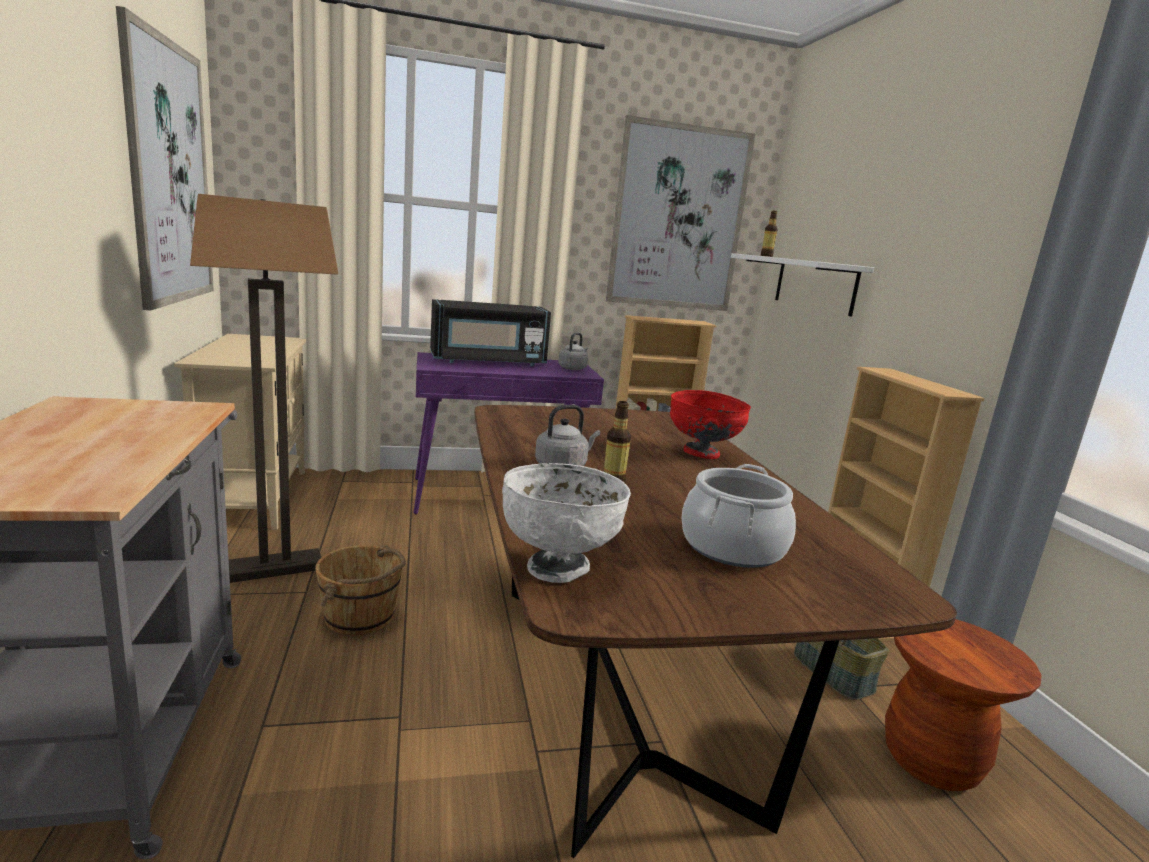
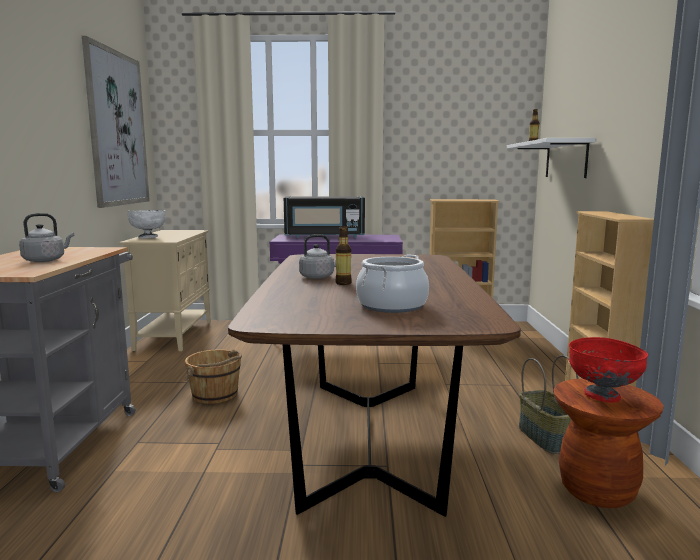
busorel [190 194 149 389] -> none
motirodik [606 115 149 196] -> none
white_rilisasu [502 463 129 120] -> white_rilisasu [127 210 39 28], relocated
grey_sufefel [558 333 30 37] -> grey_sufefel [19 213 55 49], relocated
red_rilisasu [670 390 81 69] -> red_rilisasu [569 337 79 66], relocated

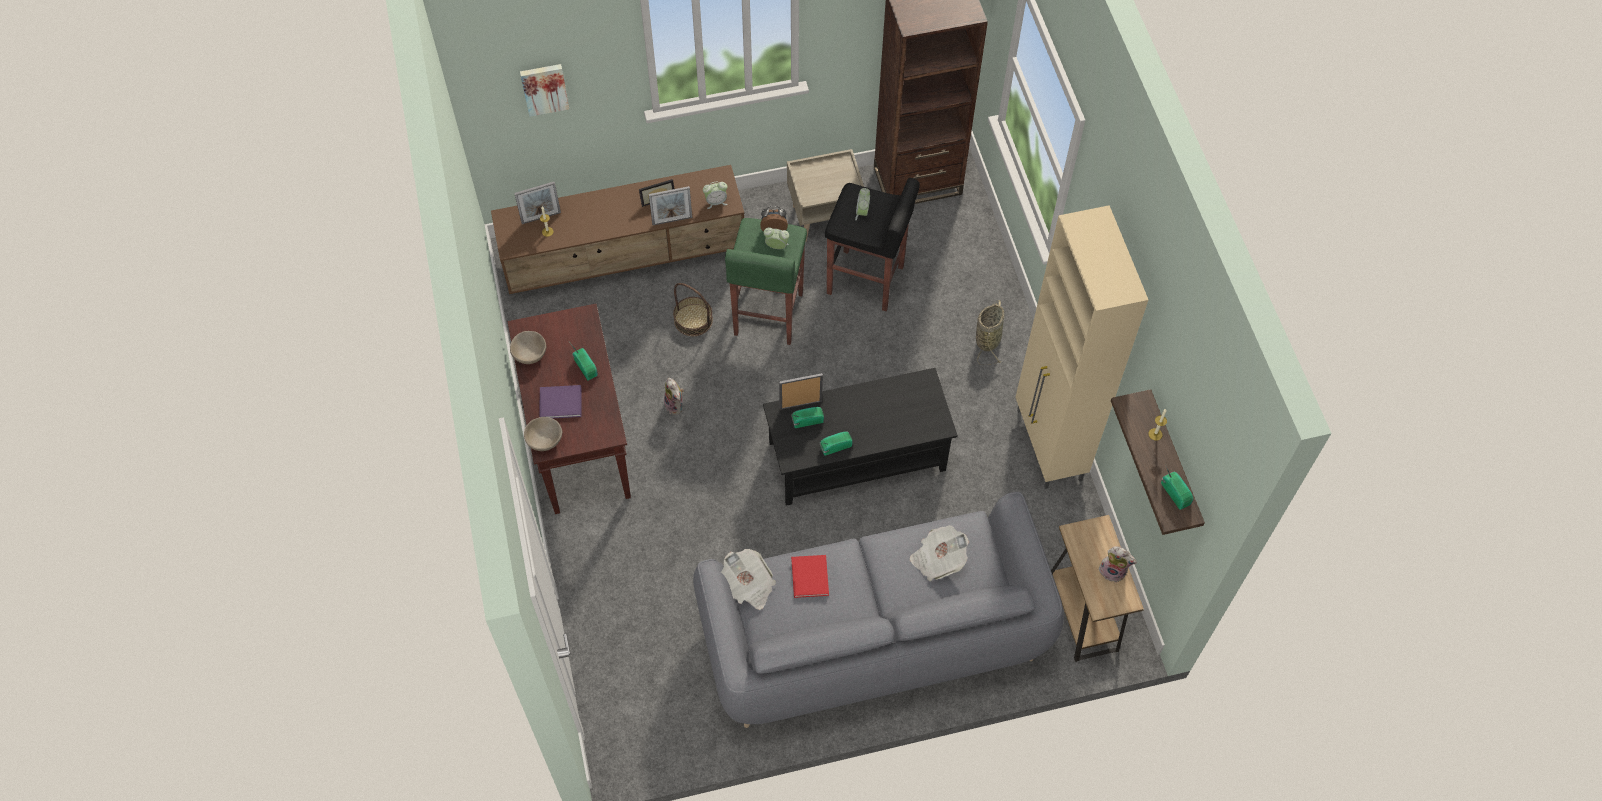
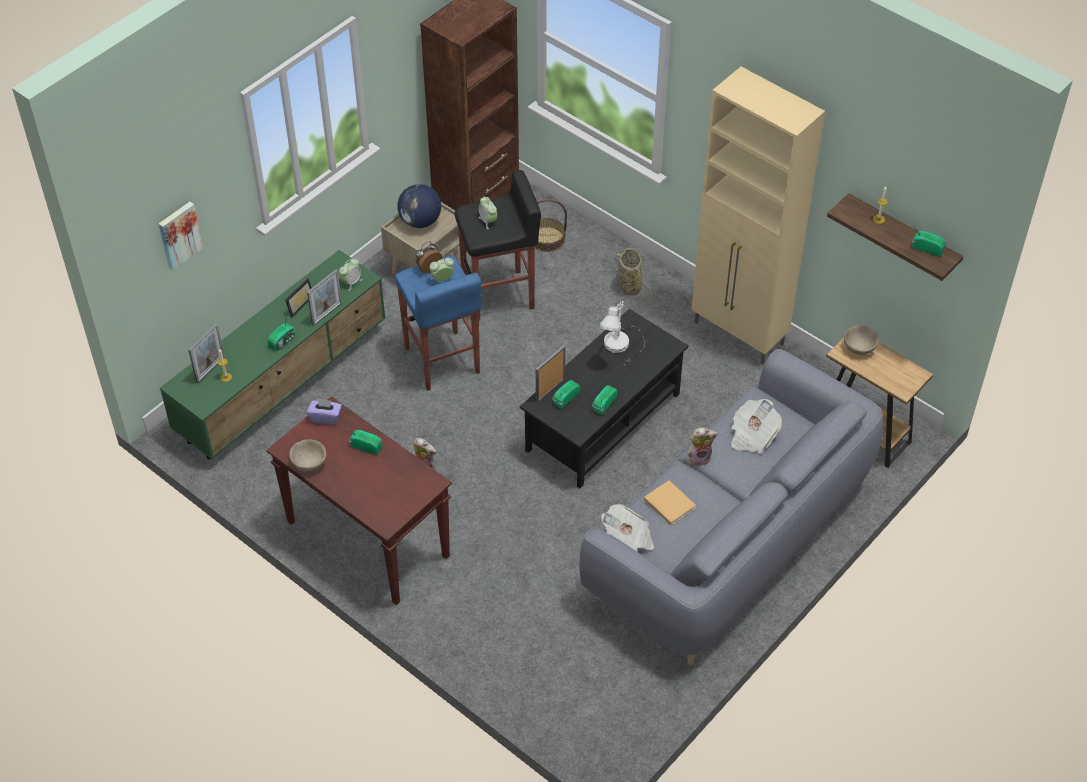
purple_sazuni [539 385 42 33] -> none
none -> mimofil [267 317 28 34]
none -> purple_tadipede [307 398 35 27]
none -> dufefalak [398 184 43 44]
none -> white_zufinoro [600 299 45 67]
beige_rilisasu [524 417 38 34] -> beige_rilisasu [844 325 35 30], relocated
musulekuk [673 283 40 53] -> musulekuk [535 199 32 53], relocated
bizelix [1099 546 38 37] -> bizelix [686 428 32 39], relocated
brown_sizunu [491 165 253 129] -> green_sizunu [160 250 226 209]
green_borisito [725 218 82 127] -> blue_borisito [395 256 86 135]
red_sazuni [791 555 38 43] -> beige_sazuni [644 480 52 45]

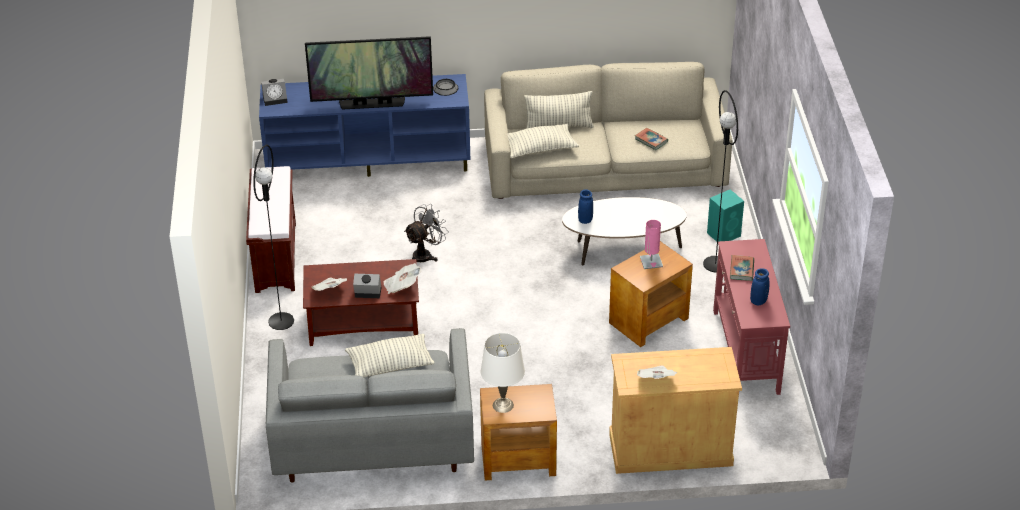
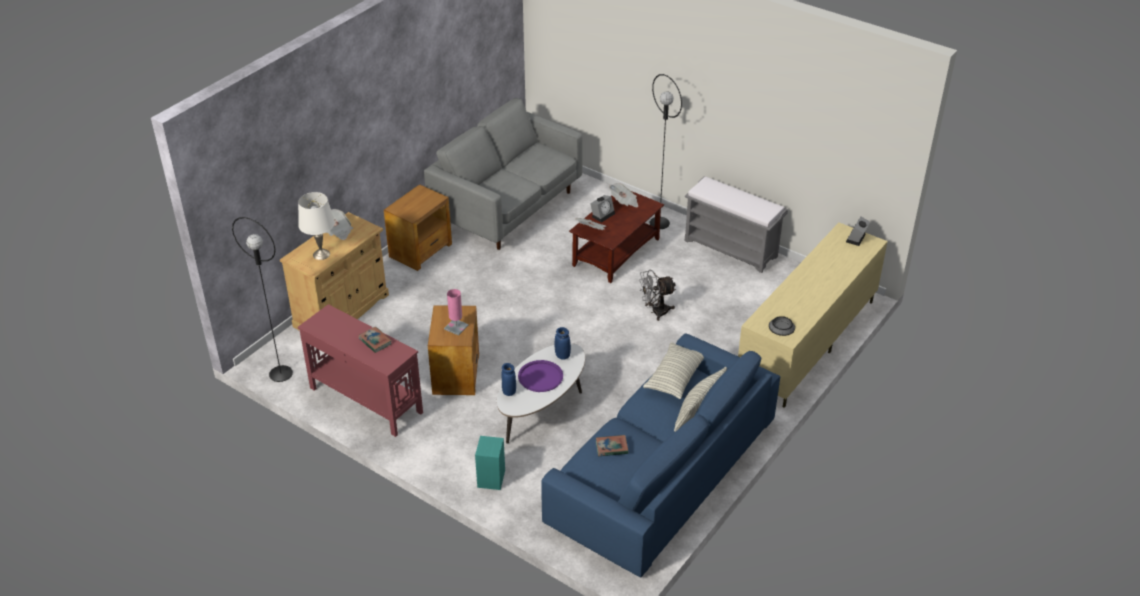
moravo [305 36 128 74] -> none
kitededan [345 334 89 43] -> none
none -> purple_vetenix [518 360 45 32]
white_zufinoro [481 333 44 80] -> white_zufinoro [298 192 37 68], relocated
black_busorel [703 90 35 182] -> black_busorel [232 217 61 165], relocated
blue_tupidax [750 268 19 38] -> blue_tupidax [501 363 15 33], relocated
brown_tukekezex [246 166 50 127] -> grey_tukekezex [685 176 103 97]
blue_sizunu [259 74 211 103] -> beige_sizunu [738 223 150 185]
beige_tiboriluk [484 62 248 137] -> blue_tiboriluk [541 333 239 244]
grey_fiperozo [404 204 45 58] -> grey_fiperozo [639 269 37 52], 75 degrees clockwise

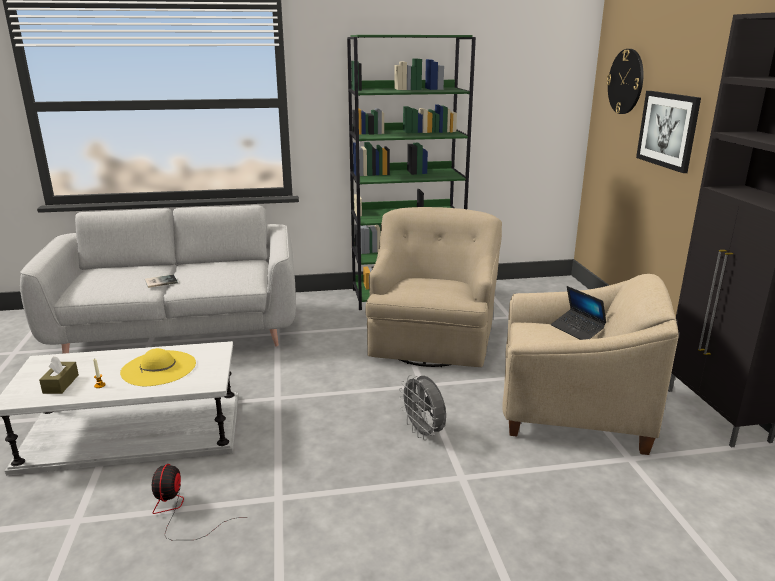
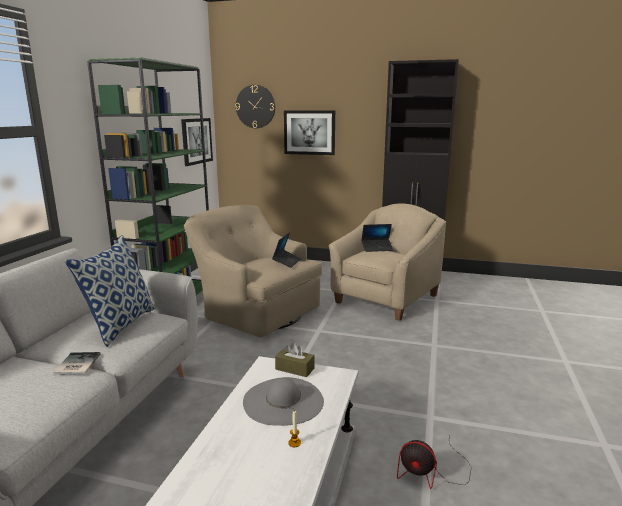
grey_fiperozo [399 375 47 65] -> none
none -> kitededan [65 235 91 112]
none -> motirodik [181 118 32 48]
none -> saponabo [272 232 29 36]
brown_tadipede [39 357 40 37] -> brown_tadipede [275 343 40 34], relocated
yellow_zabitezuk [120 348 76 38] -> grey_zabitezuk [243 377 81 49]

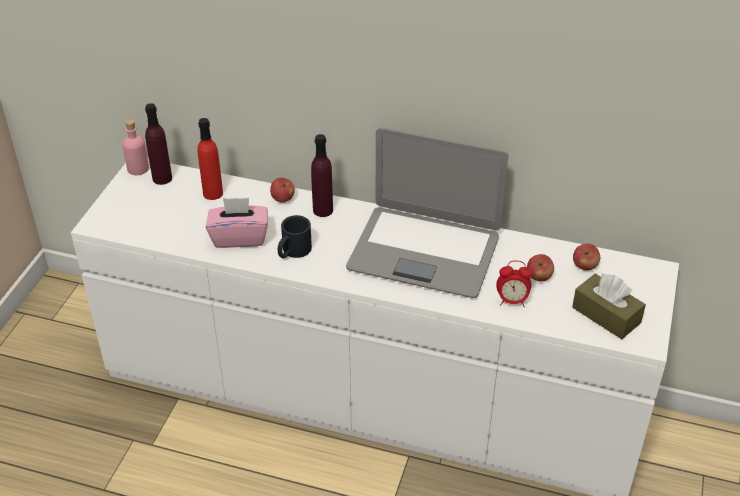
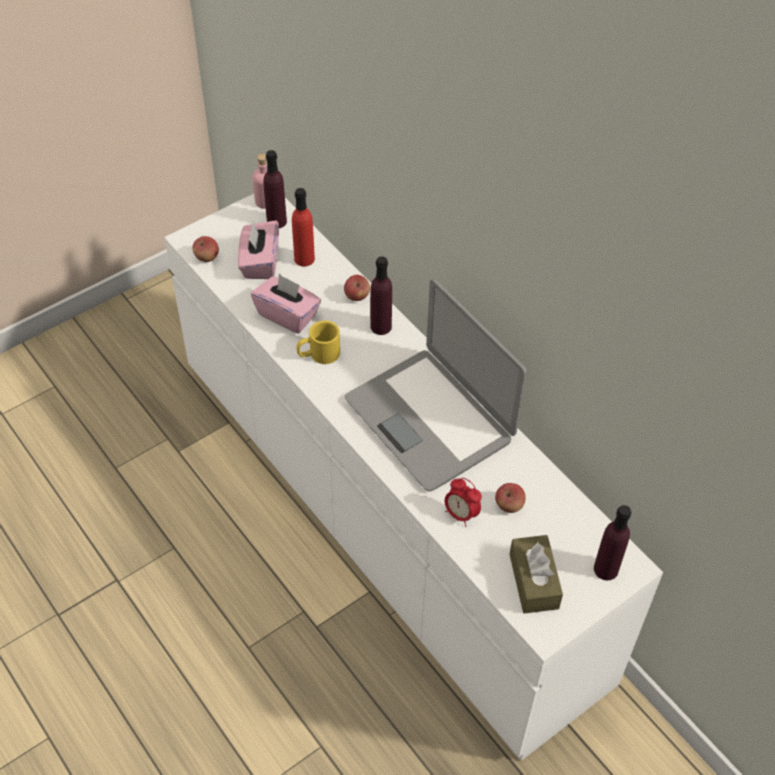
none -> pink_tadipede [238 220 41 59]
none -> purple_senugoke [594 505 37 75]
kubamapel [573 243 27 27] -> kubamapel [192 236 27 26], relocated
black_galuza [278 215 34 43] -> yellow_galuza [296 320 44 44]

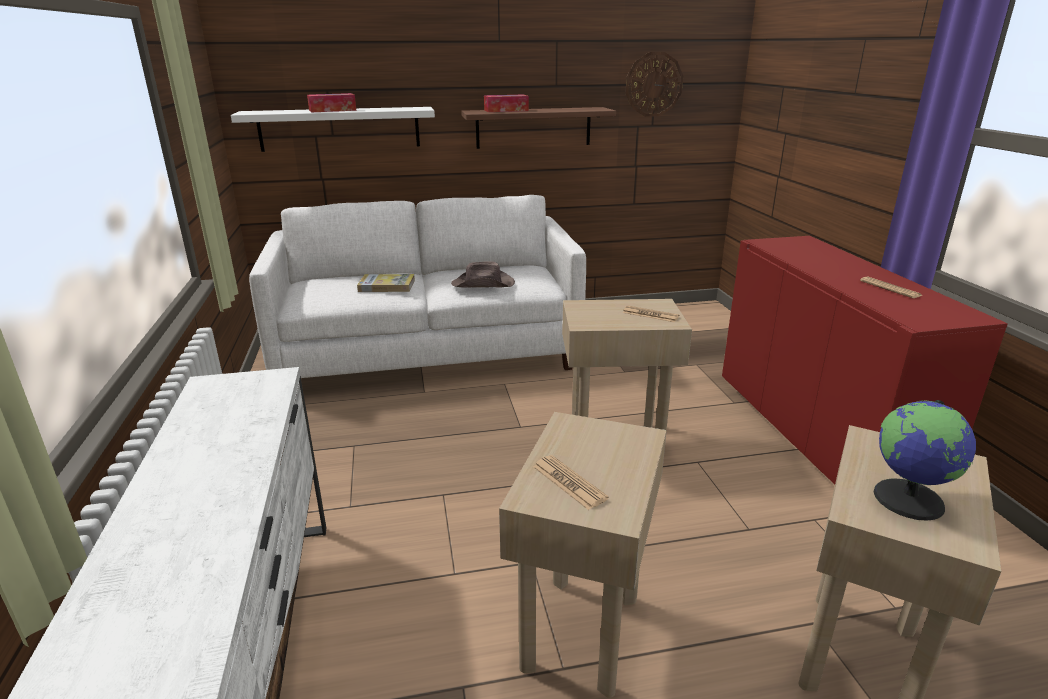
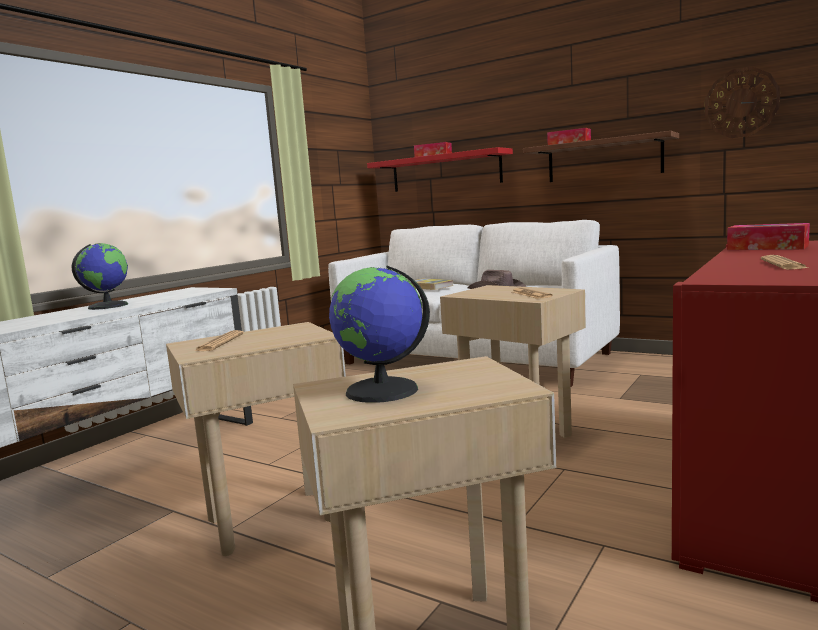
none -> dufefalak [71 243 57 67]
none -> tadipede [727 223 83 27]
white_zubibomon [231 107 204 45] -> red_zubibomon [367 147 146 45]

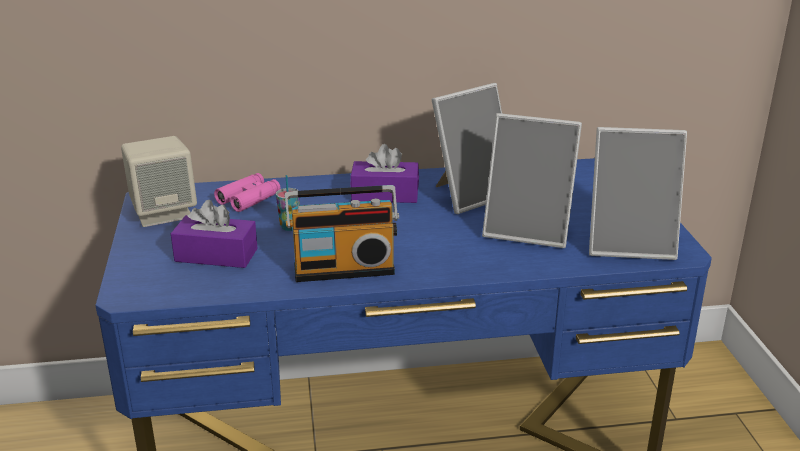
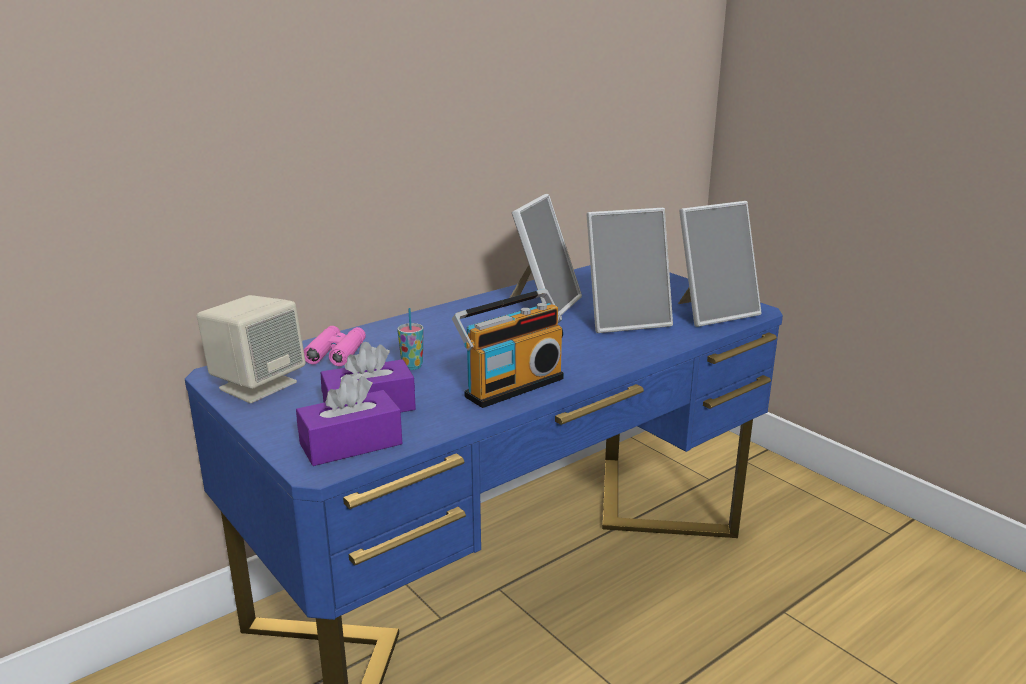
purple_tadipede [350 144 69 59] -> purple_tadipede [296 374 106 92], relocated

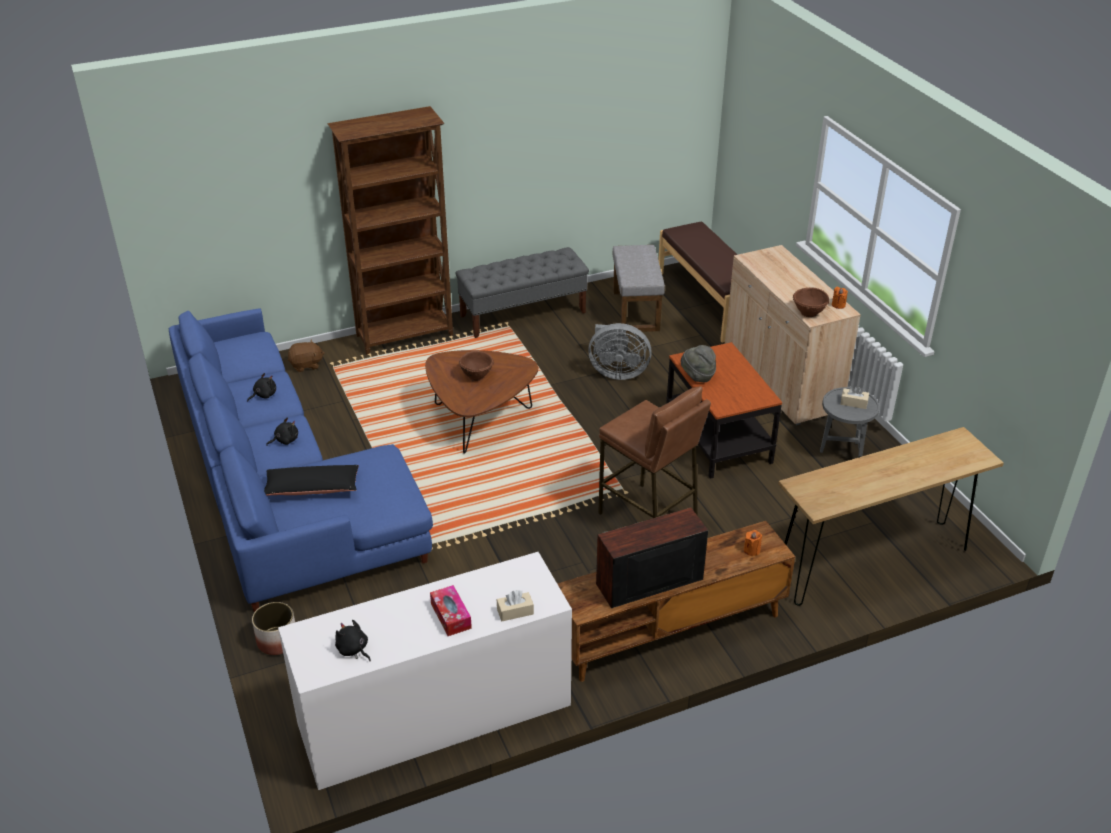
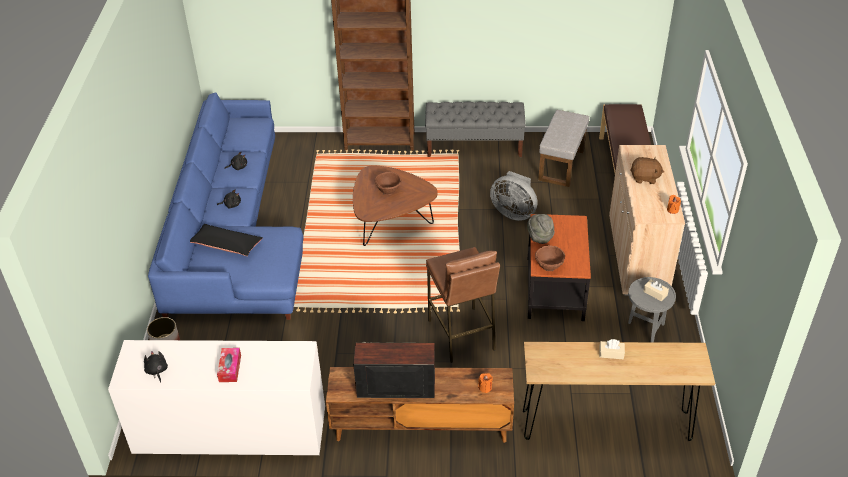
brown_bizelix [288 339 37 33] -> brown_bizelix [631 157 33 27], relocated
beige_tadipede [497 590 37 31] -> beige_tadipede [599 339 26 20], relocated
brown_rilisasu [793 287 37 30] -> brown_rilisasu [535 245 30 26], relocated

